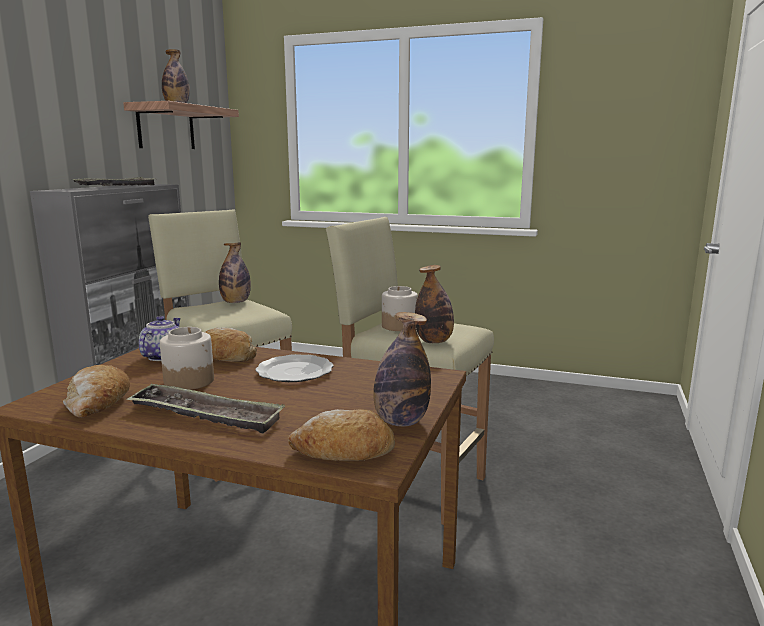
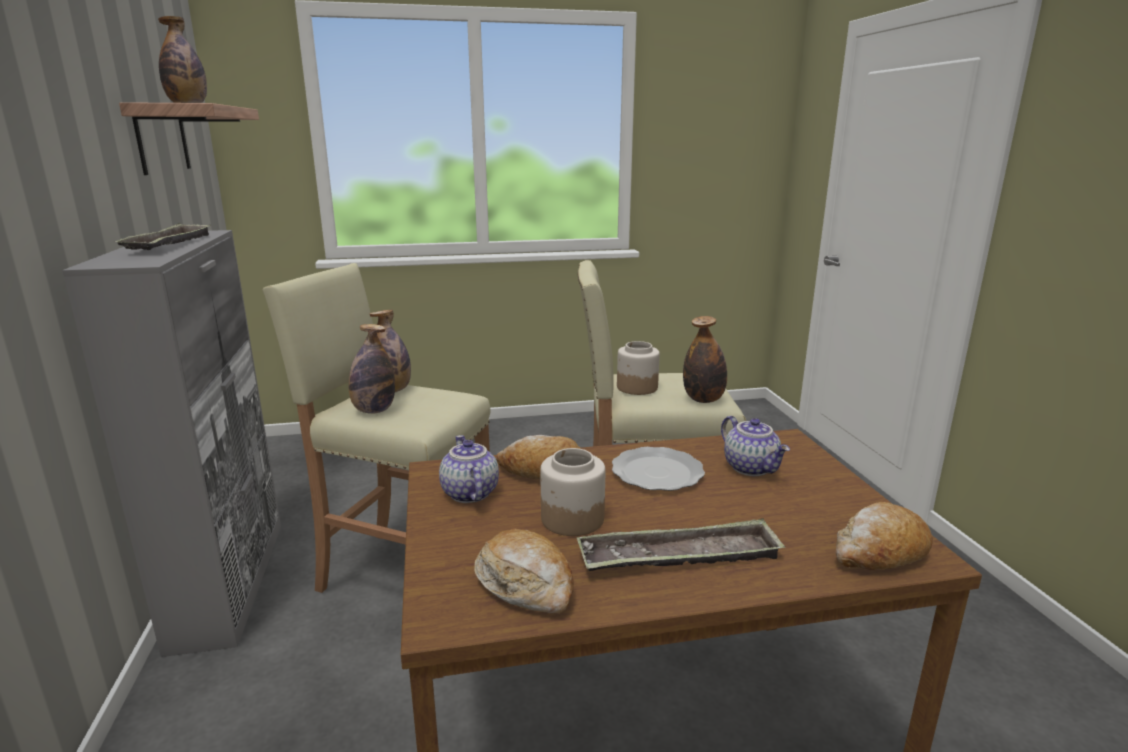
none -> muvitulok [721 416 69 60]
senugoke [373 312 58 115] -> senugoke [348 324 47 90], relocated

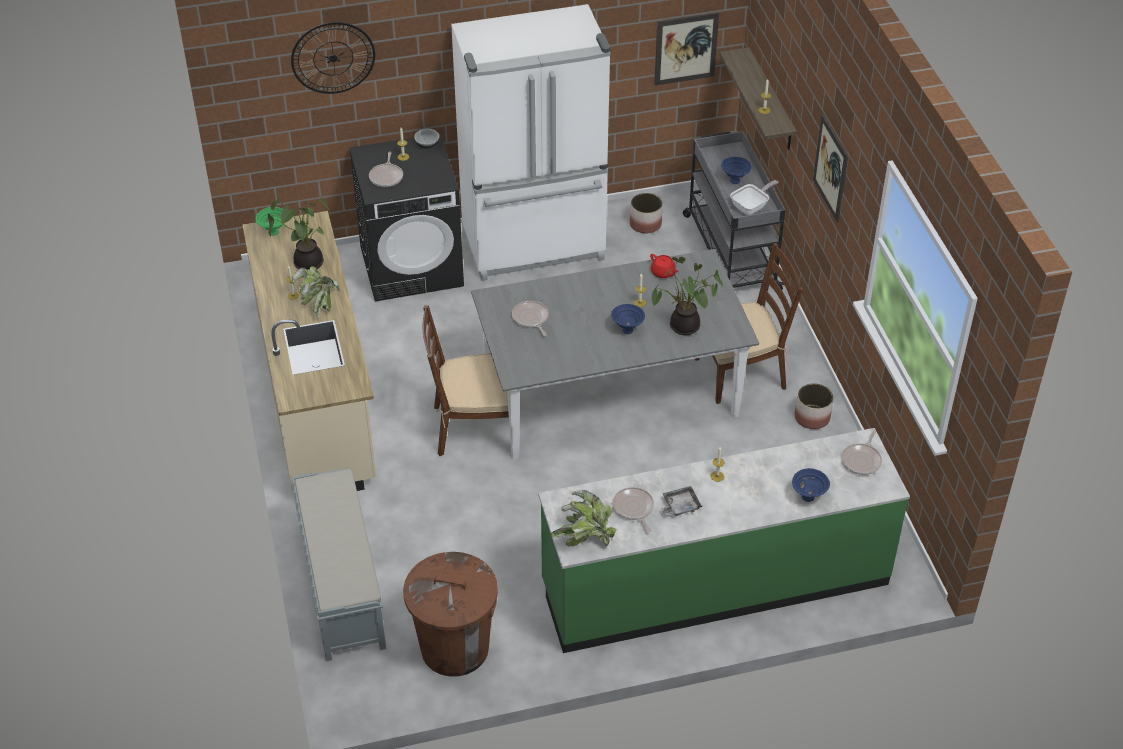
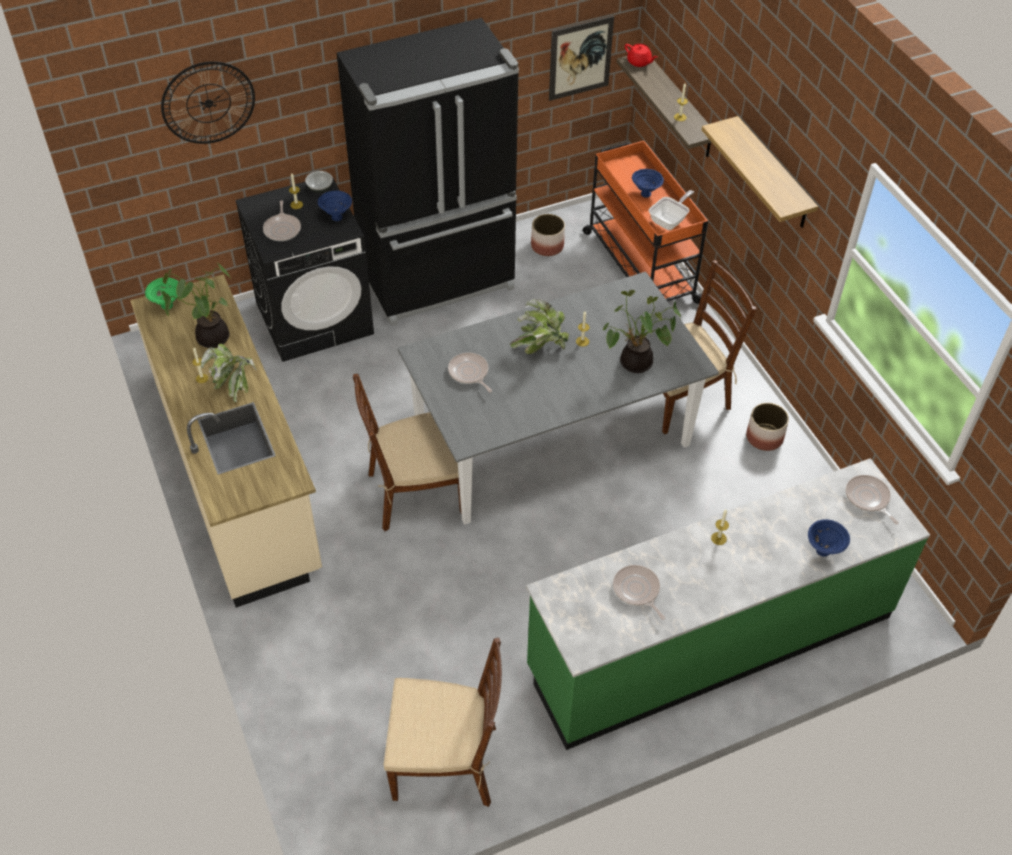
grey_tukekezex [291 469 95 192] -> none
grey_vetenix [661 486 41 30] -> none
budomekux [551 490 66 57] -> budomekux [510 299 59 55], relocated
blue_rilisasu [611 304 34 30] -> blue_rilisasu [318 190 34 31], relocated
red_muvitulok [650 254 28 24] -> red_muvitulok [625 44 32 23], relocated
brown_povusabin [403 552 95 125] -> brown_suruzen [384 637 118 170]
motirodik [813 114 35 109] -> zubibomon [702 116 116 112]
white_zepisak [451 4 159 277] -> black_zepisak [337 18 182 308]
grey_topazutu [683 131 103 159] -> orange_topazutu [583 141 125 163]
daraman [841 430 41 45] -> daraman [846 475 53 49], 135 degrees clockwise

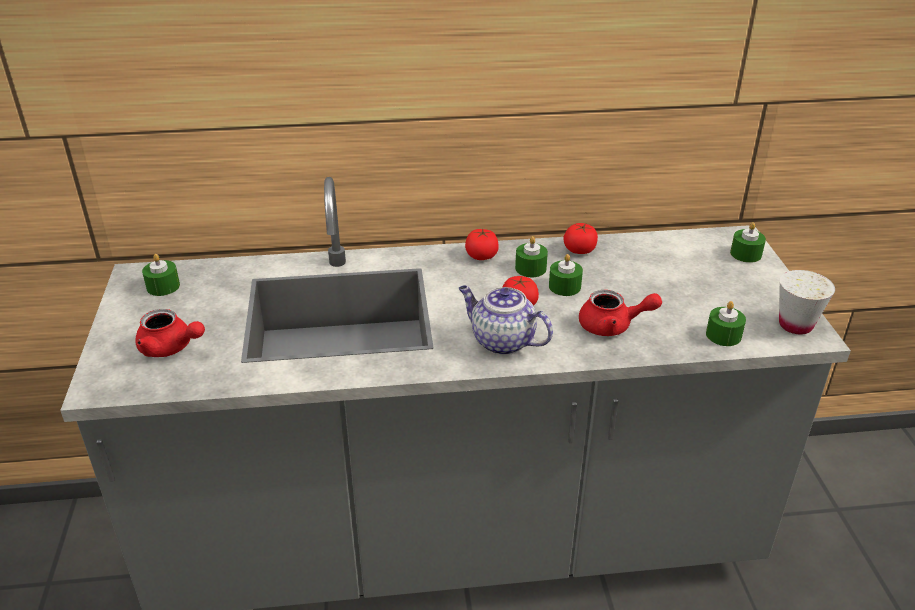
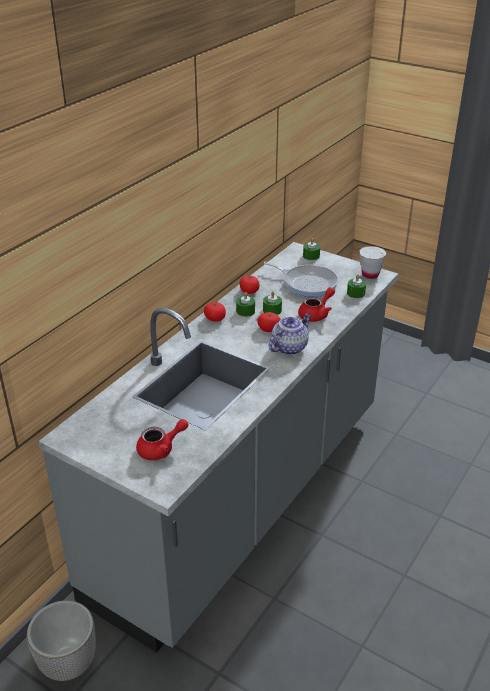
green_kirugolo [142 254 38 42] -> none
none -> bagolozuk [27 600 69 81]
none -> daraman [264 262 74 35]
muvitulok [459 285 94 70] -> muvitulok [269 313 42 42], 150 degrees clockwise

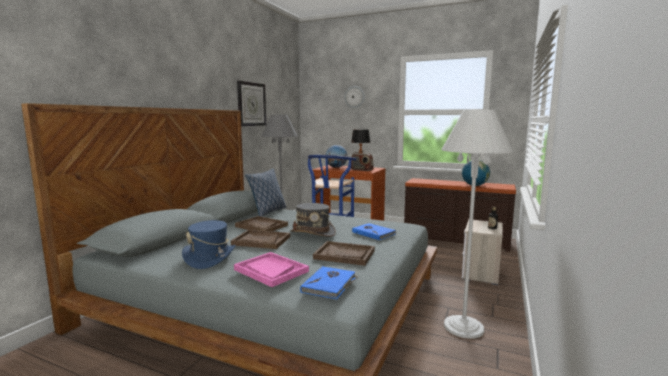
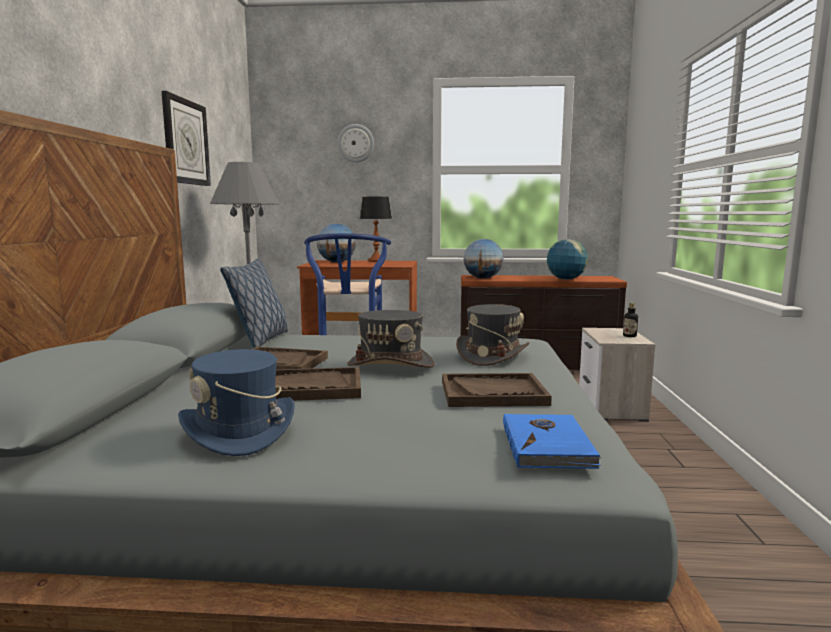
pink_vetenix [234 252 75 35] -> none
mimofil [351 151 23 20] -> none
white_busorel [441 110 72 229] -> none
none -> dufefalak [464 239 39 40]
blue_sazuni [352 223 44 17] -> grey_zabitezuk [456 304 74 62]

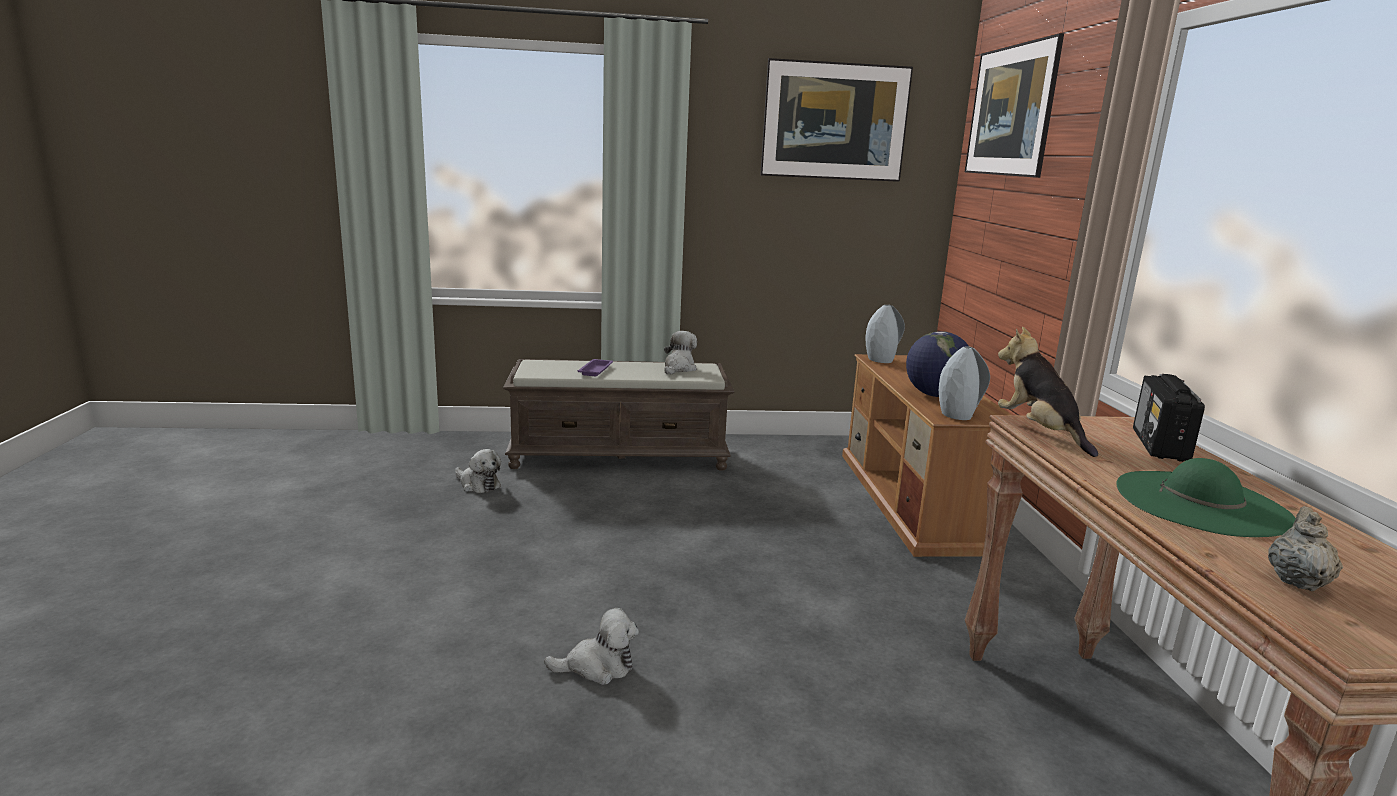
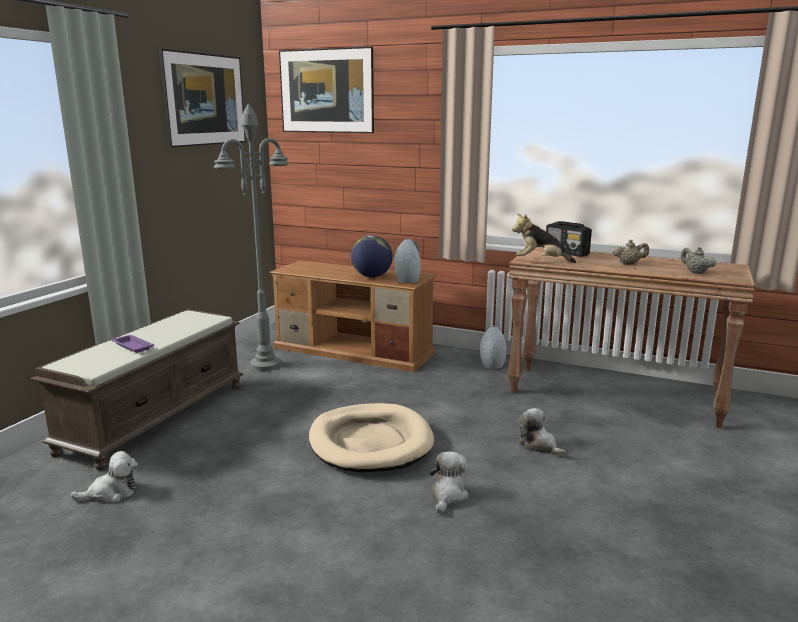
none -> grey_busorel [214 103 75 268]
none -> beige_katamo [309 403 125 70]
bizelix [664 331 33 44] -> bizelix [518 408 48 49], relocated
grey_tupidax [866 305 39 58] -> grey_tupidax [480 325 27 44], relocated
green_zabitezuk [1116 458 180 79] -> beige_muvitulok [612 240 37 25]

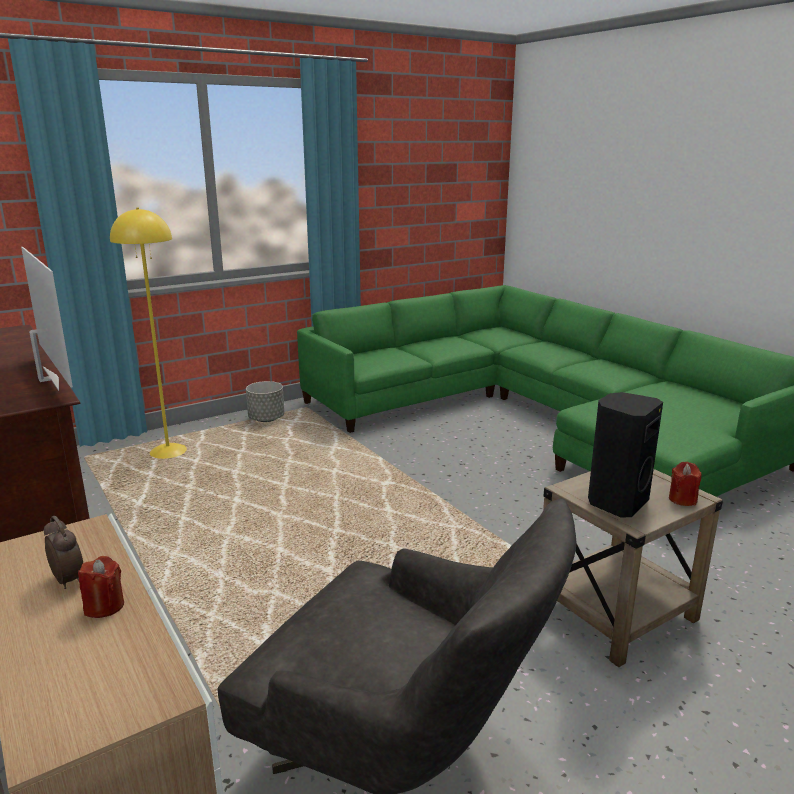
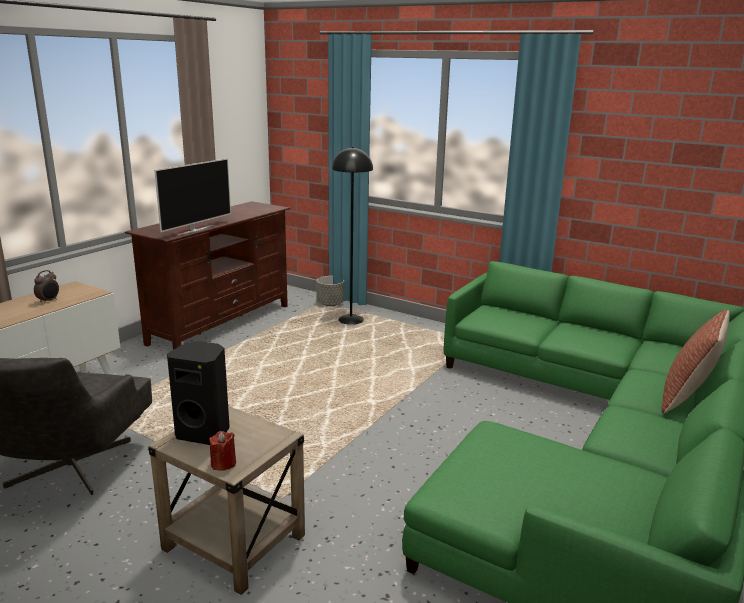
red_kirugolo [78 556 46 62] -> none
none -> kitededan [661 309 69 105]
grey_bagolozuk [246 381 38 41] -> grey_bagolozuk [317 276 27 30], relocated
yellow_busorel [110 208 77 251] -> black_busorel [332 147 41 178]

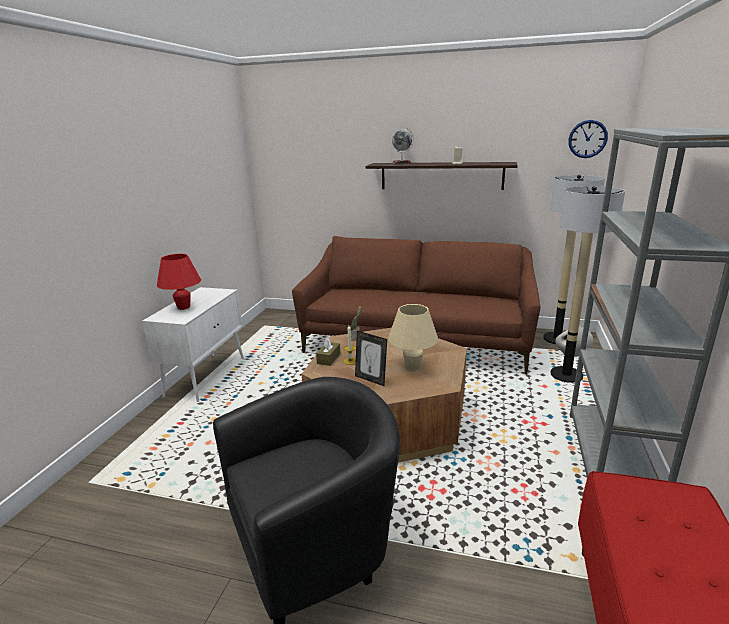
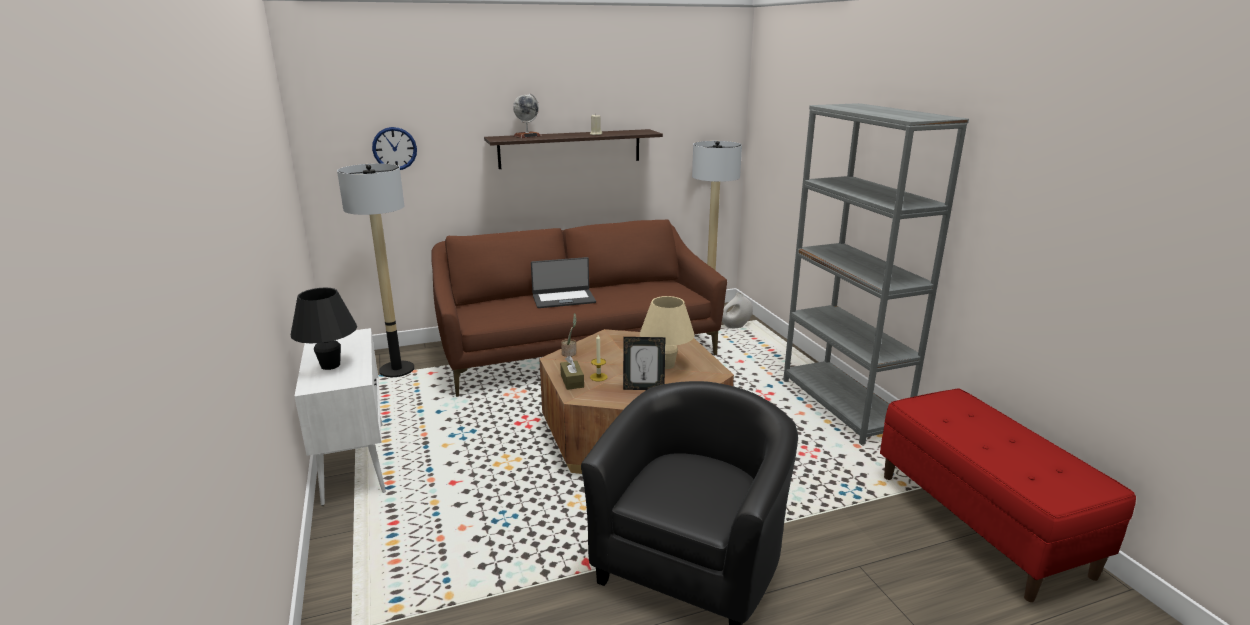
none -> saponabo [531 257 65 51]
busorel [550 186 75 197] -> busorel [337 163 77 214], relocated
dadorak [568 120 40 38] -> dadorak [372 127 45 43], relocated
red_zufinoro [157 254 44 56] -> black_zufinoro [291 288 66 82]

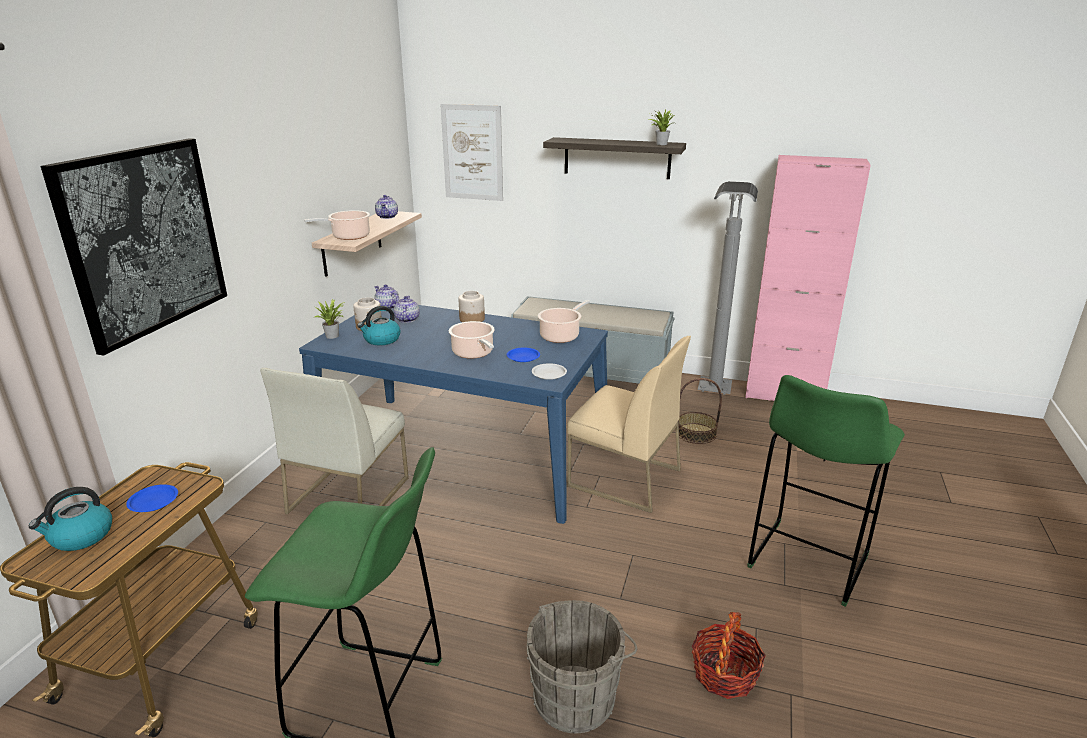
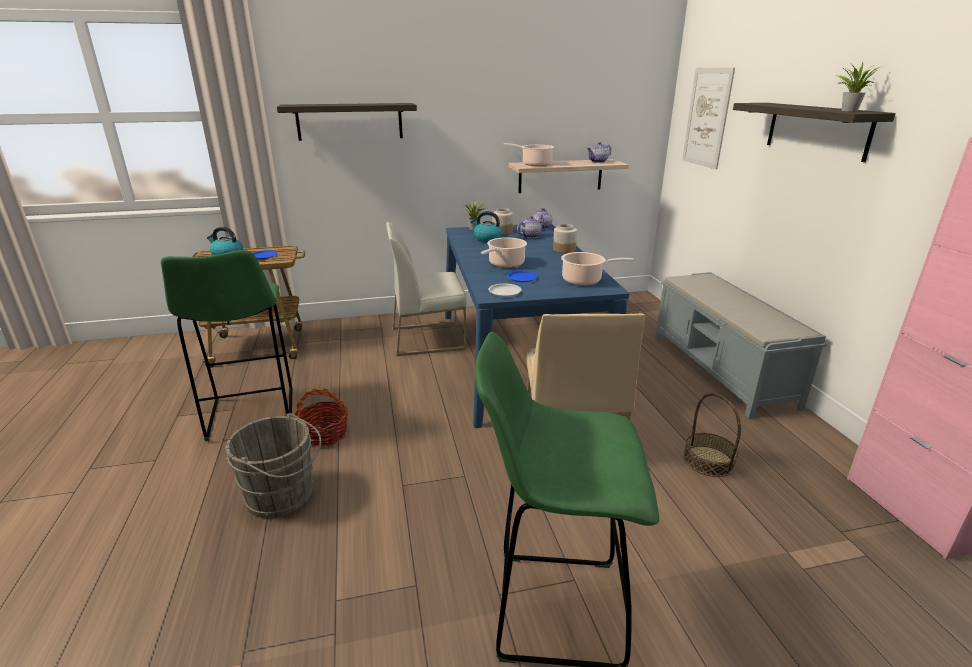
grey_busorel [698 181 60 214] -> none
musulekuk [692 612 74 87] -> musulekuk [294 388 54 59], relocated
motirodik [41 138 186 218] -> zubibomon [277 103 140 38]

